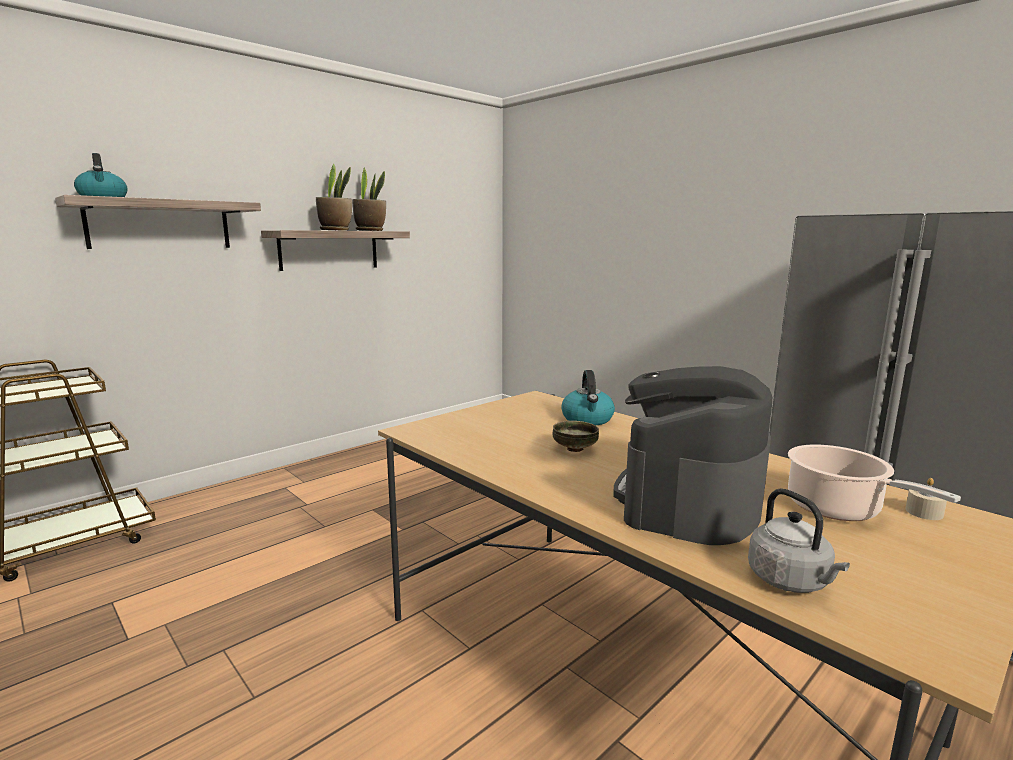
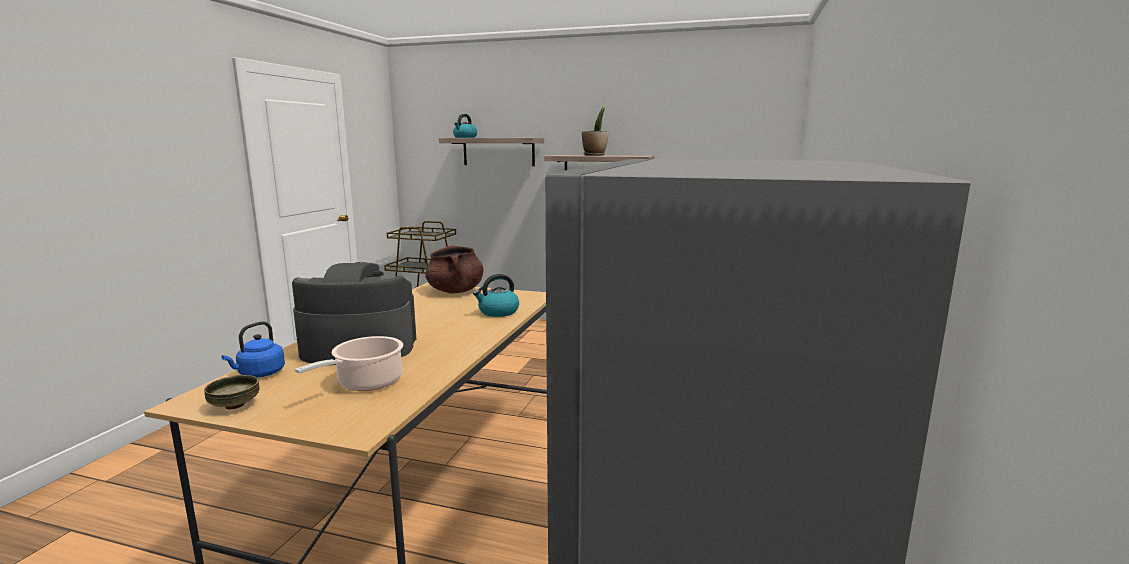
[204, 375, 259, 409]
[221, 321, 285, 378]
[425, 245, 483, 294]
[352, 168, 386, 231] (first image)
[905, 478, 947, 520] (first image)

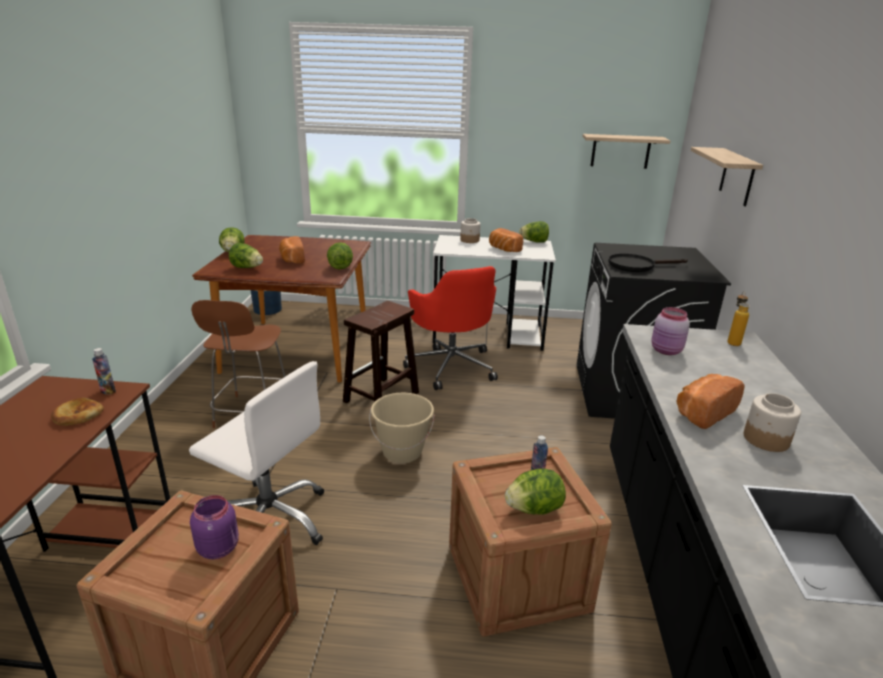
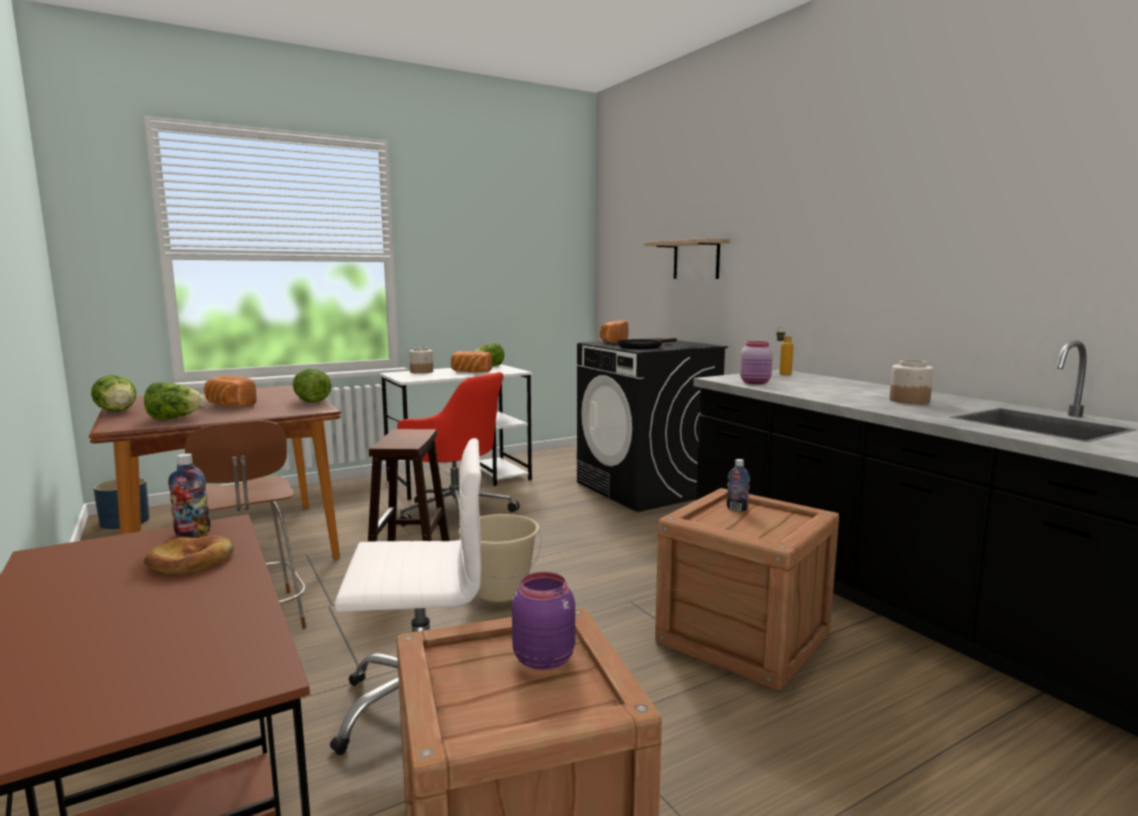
[600, 321, 628, 344]
[505, 469, 566, 515] (first image)
[583, 134, 671, 169] (first image)

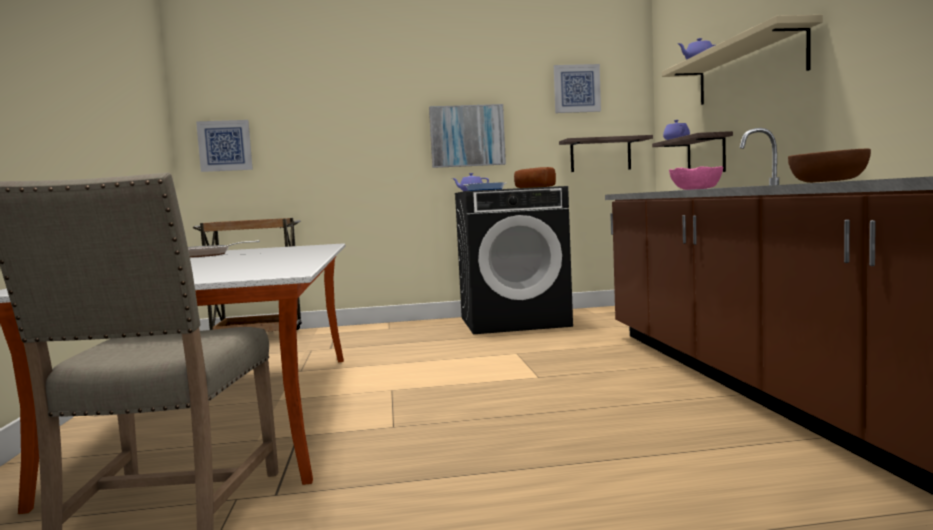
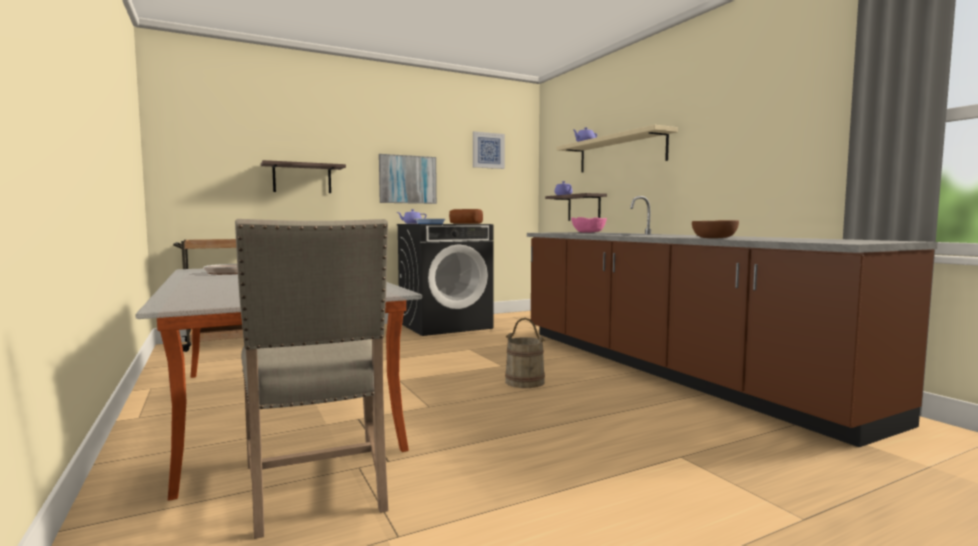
[261, 160, 346, 193]
[505, 318, 545, 388]
[196, 120, 253, 172] (first image)

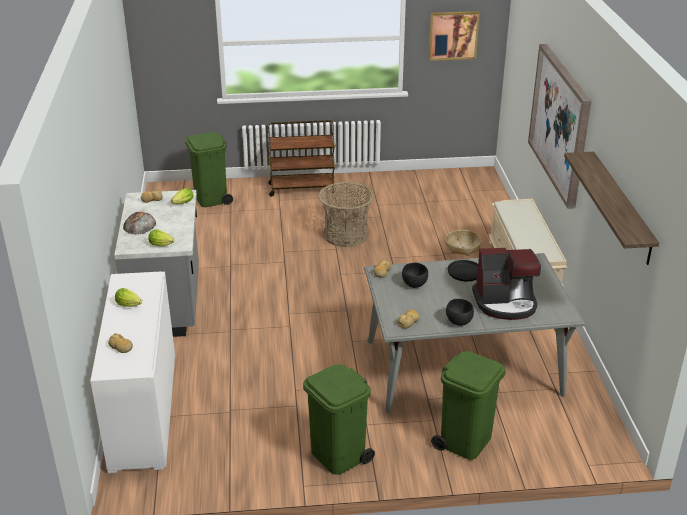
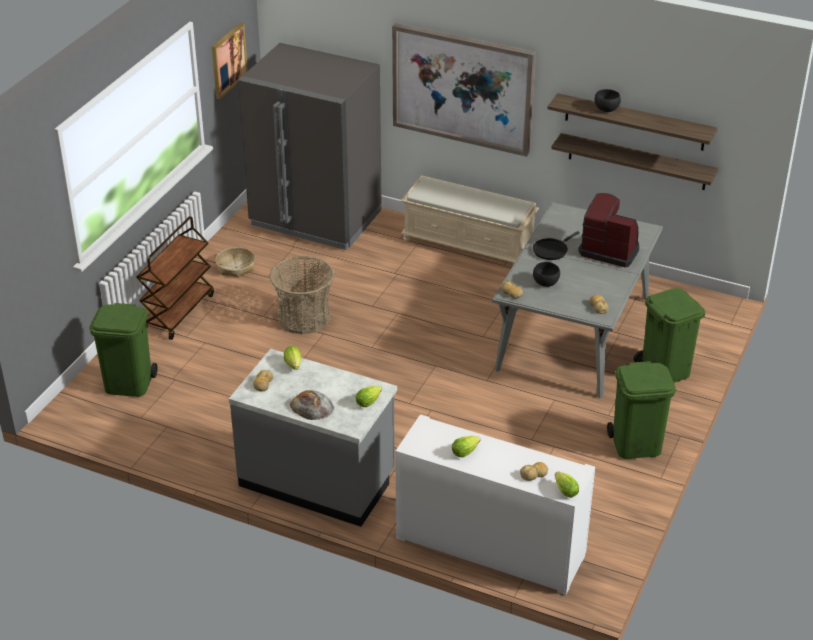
[216, 247, 255, 278]
[238, 43, 382, 250]
[551, 133, 719, 190]
[555, 472, 579, 498]
[578, 193, 639, 267]
[595, 89, 621, 112]

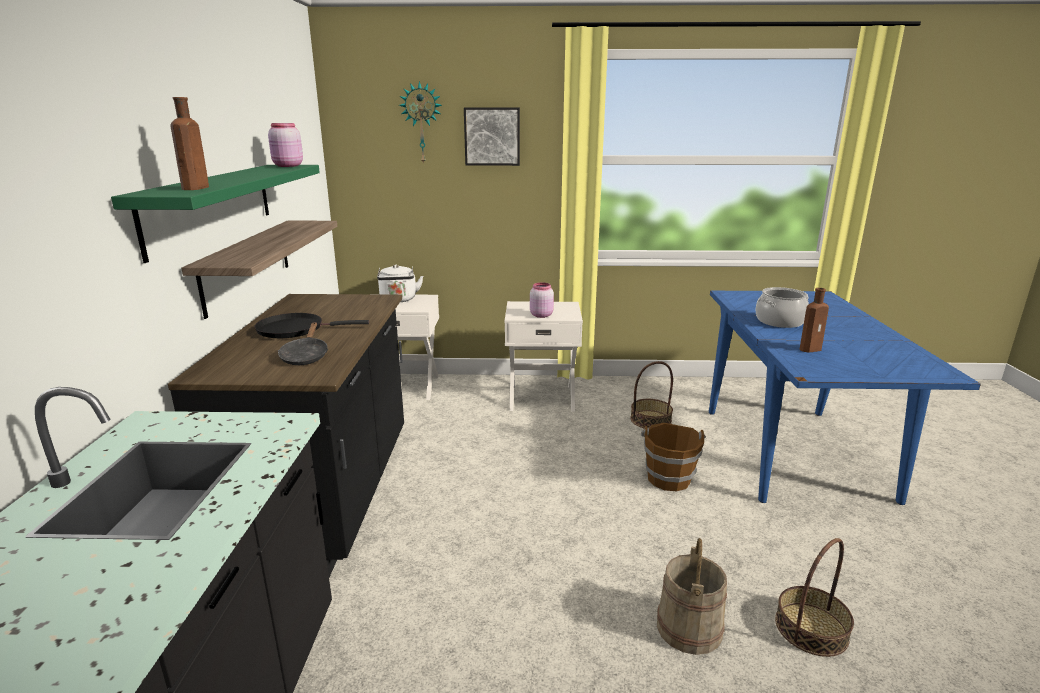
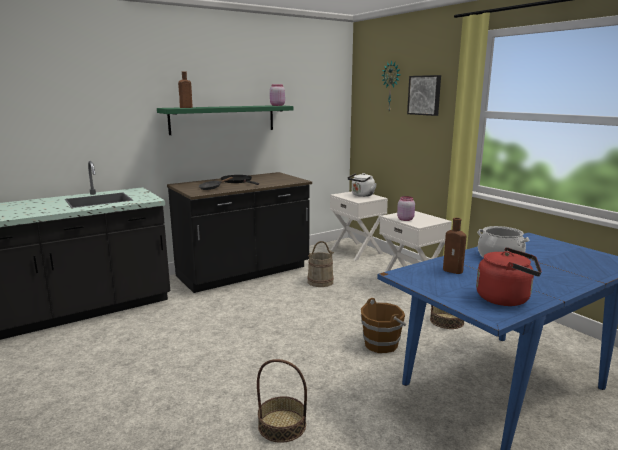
[307, 241, 334, 287]
[476, 247, 542, 306]
[181, 221, 337, 319] (first image)

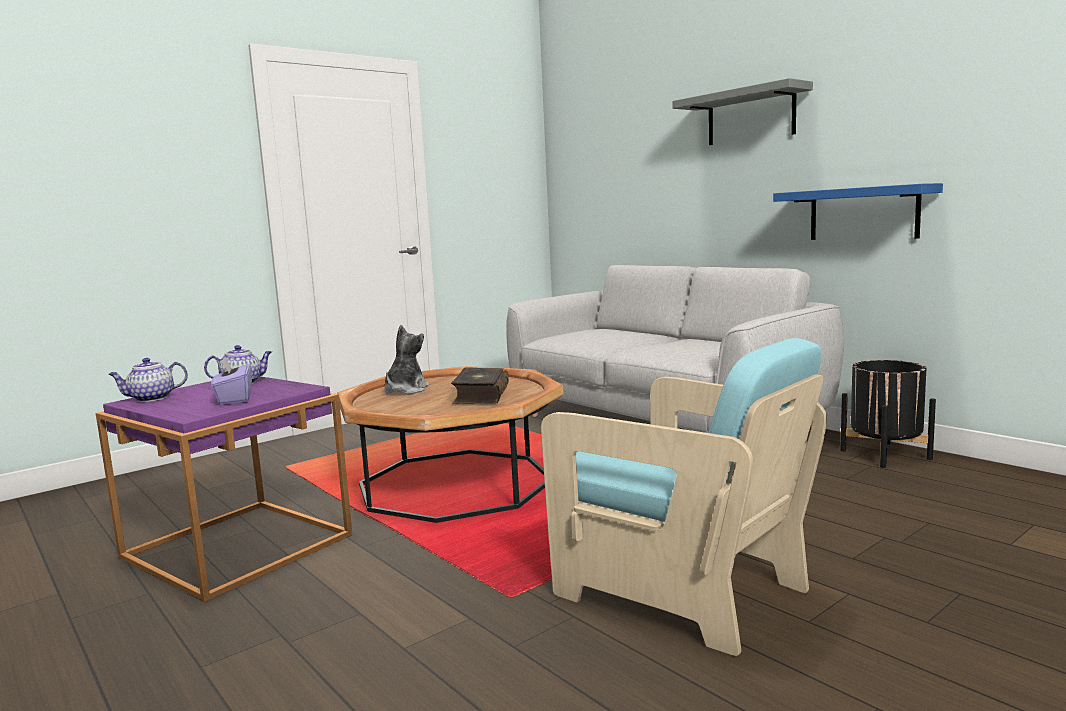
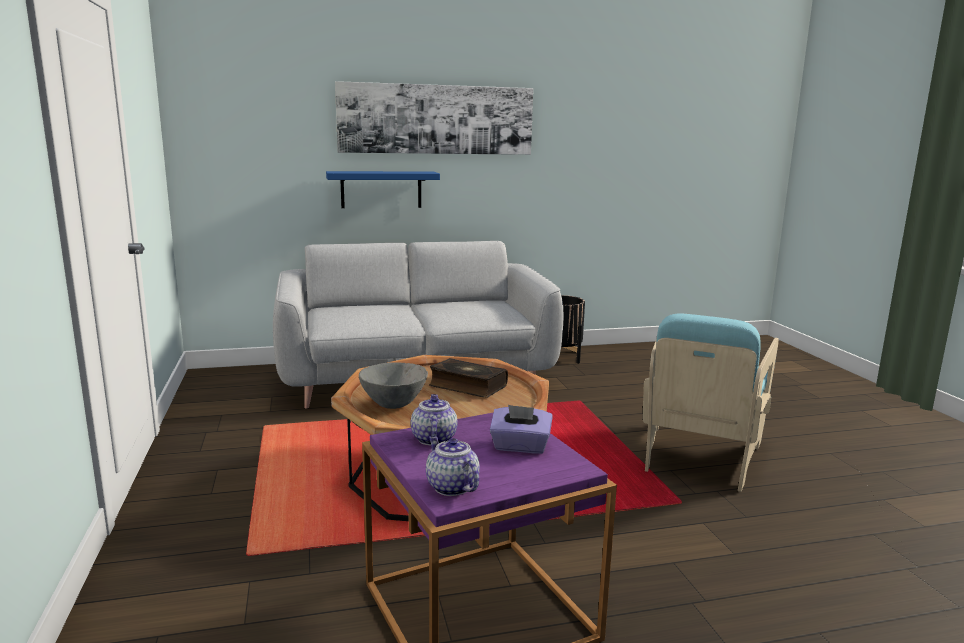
[326, 171, 440, 208]
[335, 81, 533, 155]
[359, 362, 428, 409]
[426, 436, 480, 496]
[642, 314, 779, 492]

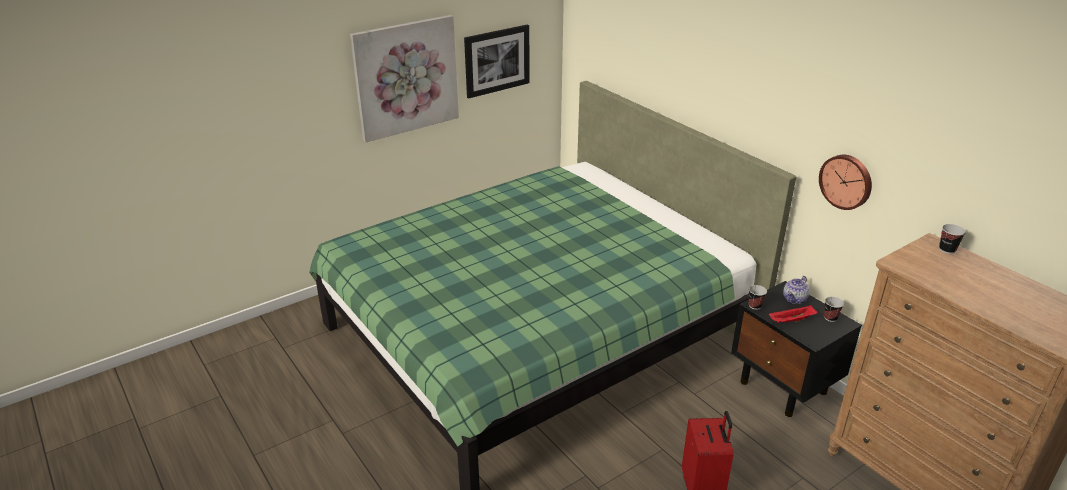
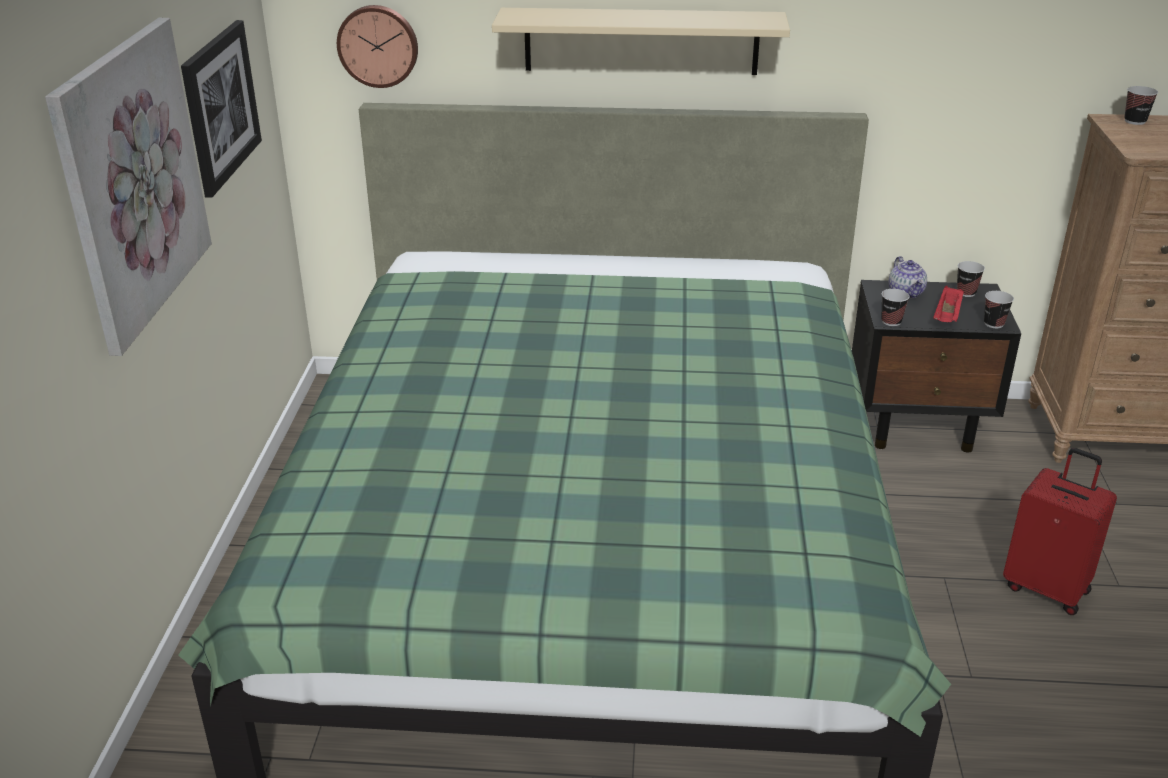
[337, 5, 418, 88]
[492, 8, 790, 75]
[984, 291, 1014, 328]

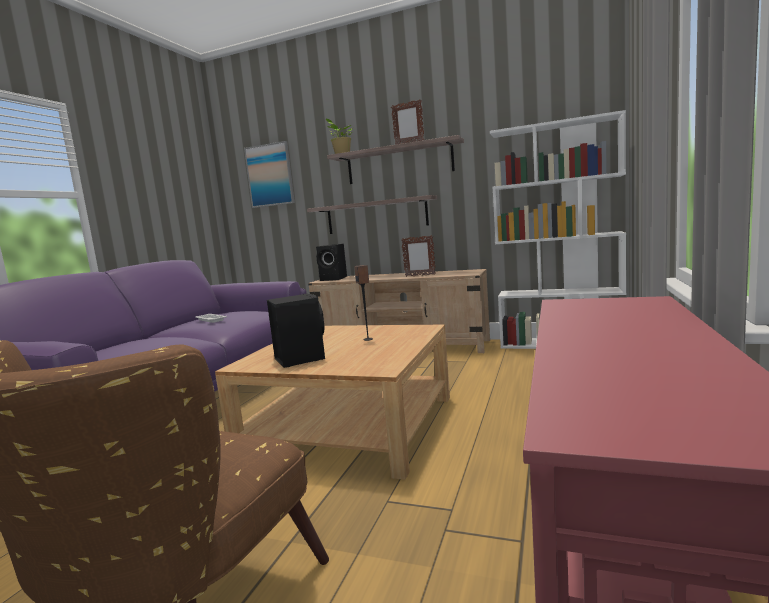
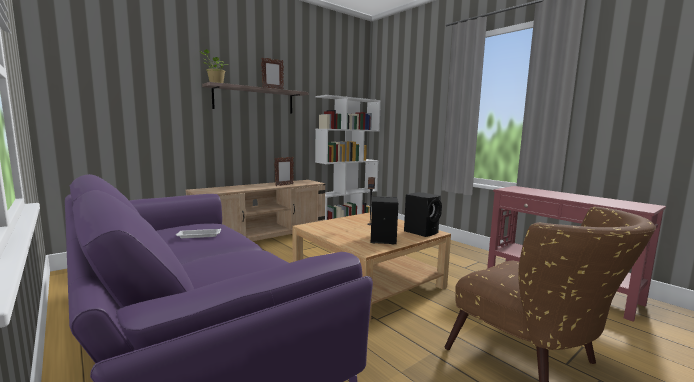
[404, 192, 442, 237]
[244, 141, 295, 208] (first image)
[307, 195, 437, 234] (first image)

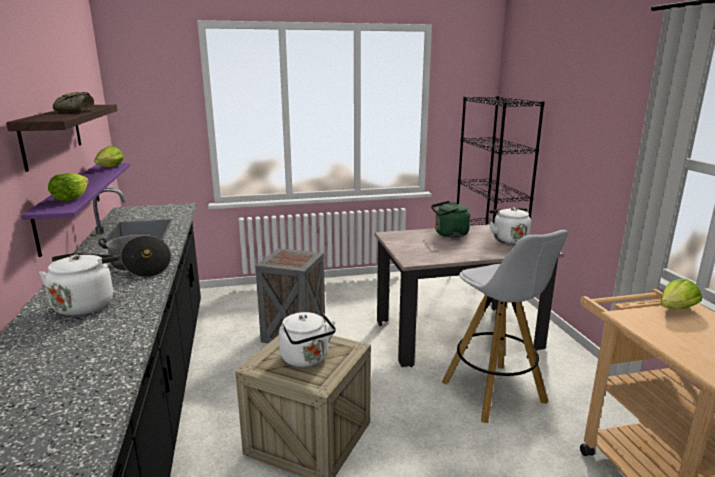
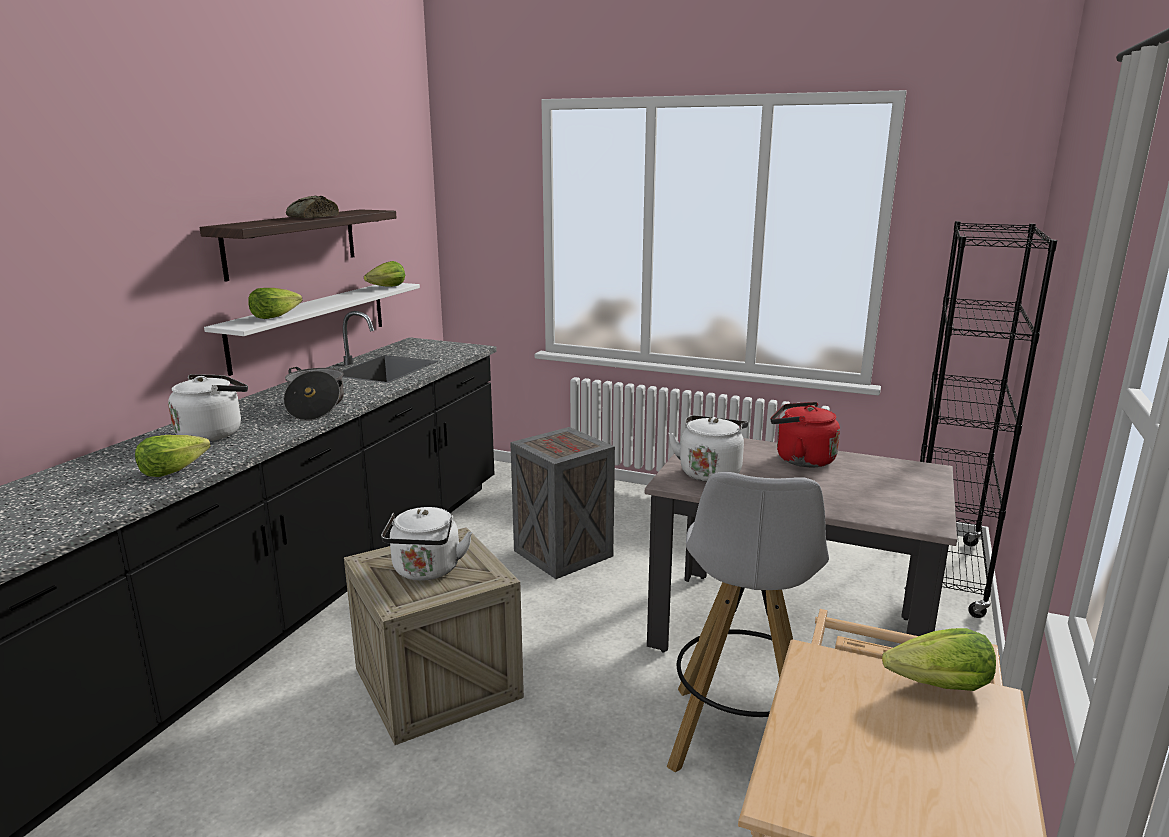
[135, 435, 211, 477]
[204, 283, 420, 376]
[668, 415, 748, 482]
[771, 402, 840, 467]

